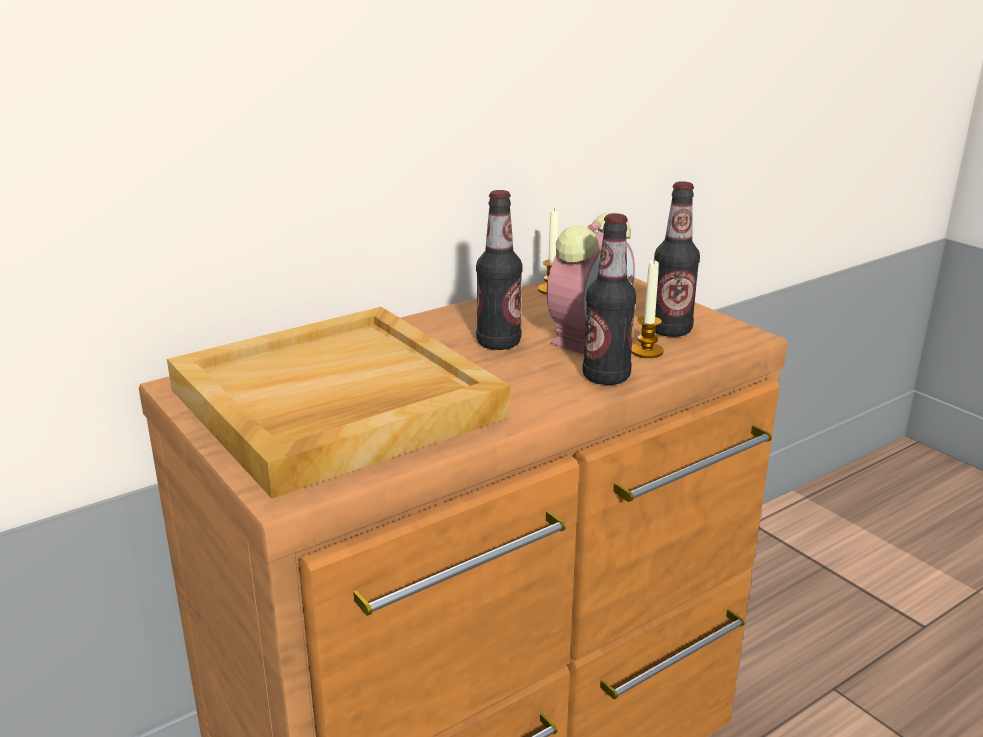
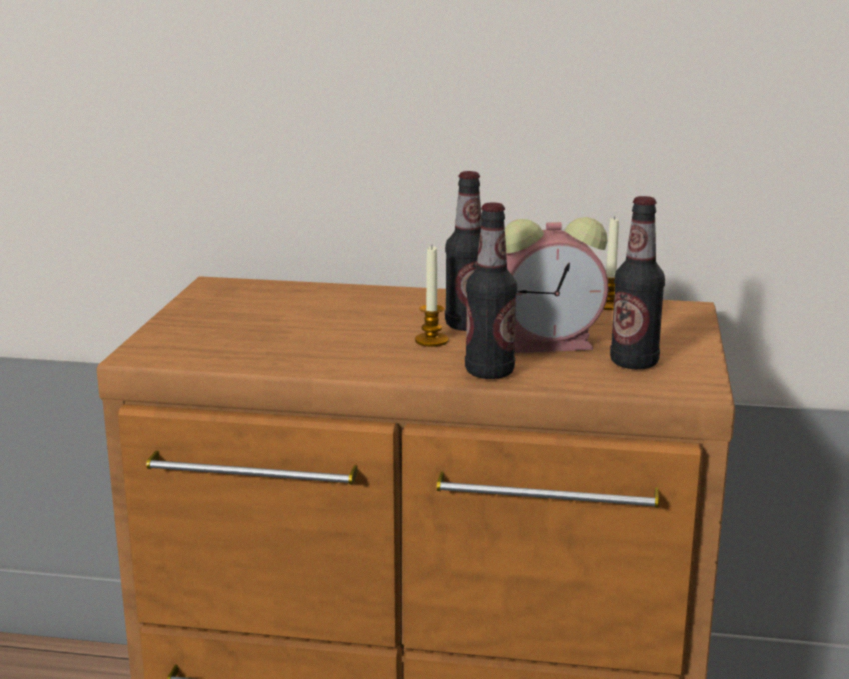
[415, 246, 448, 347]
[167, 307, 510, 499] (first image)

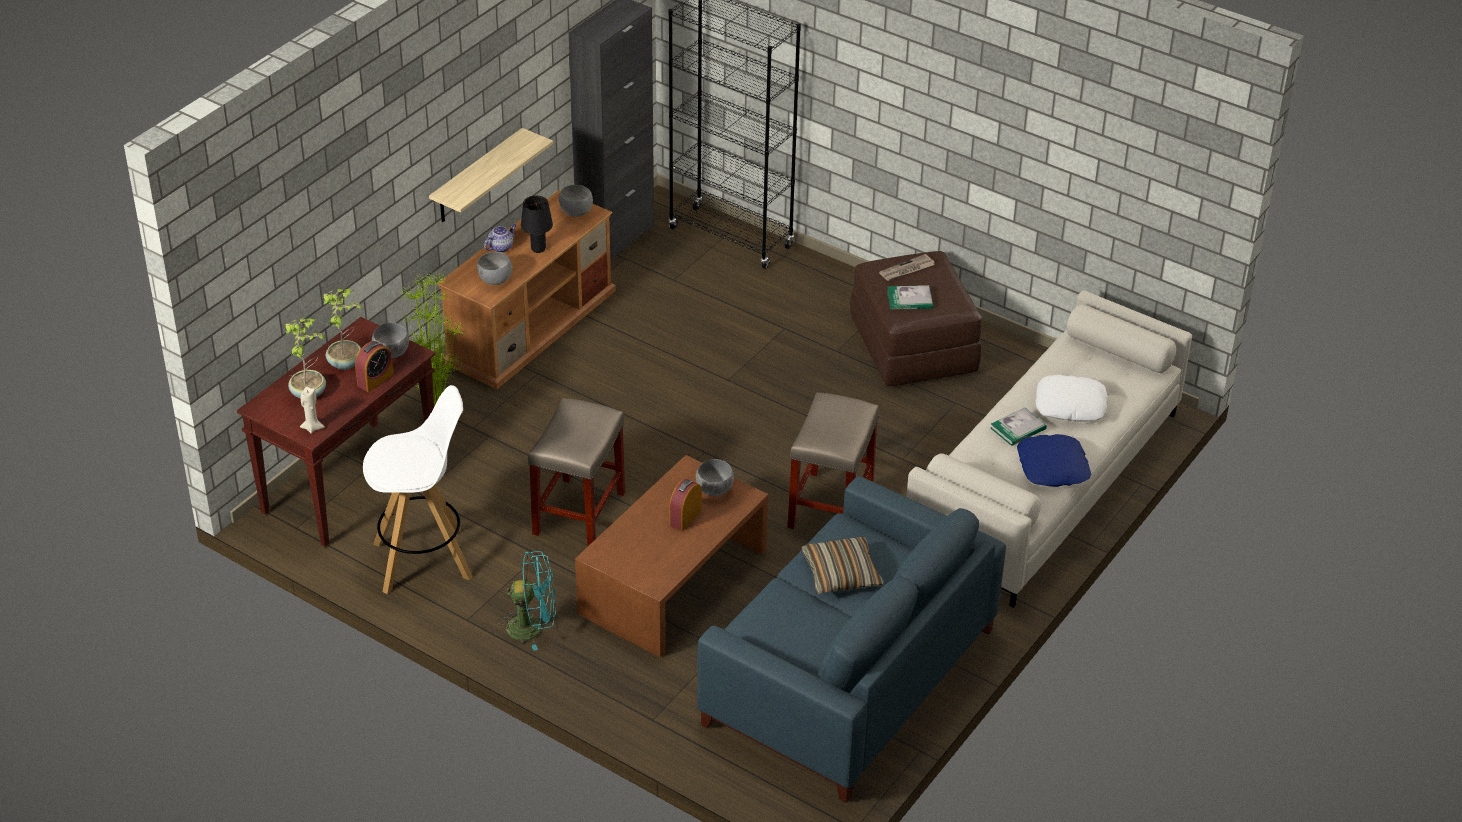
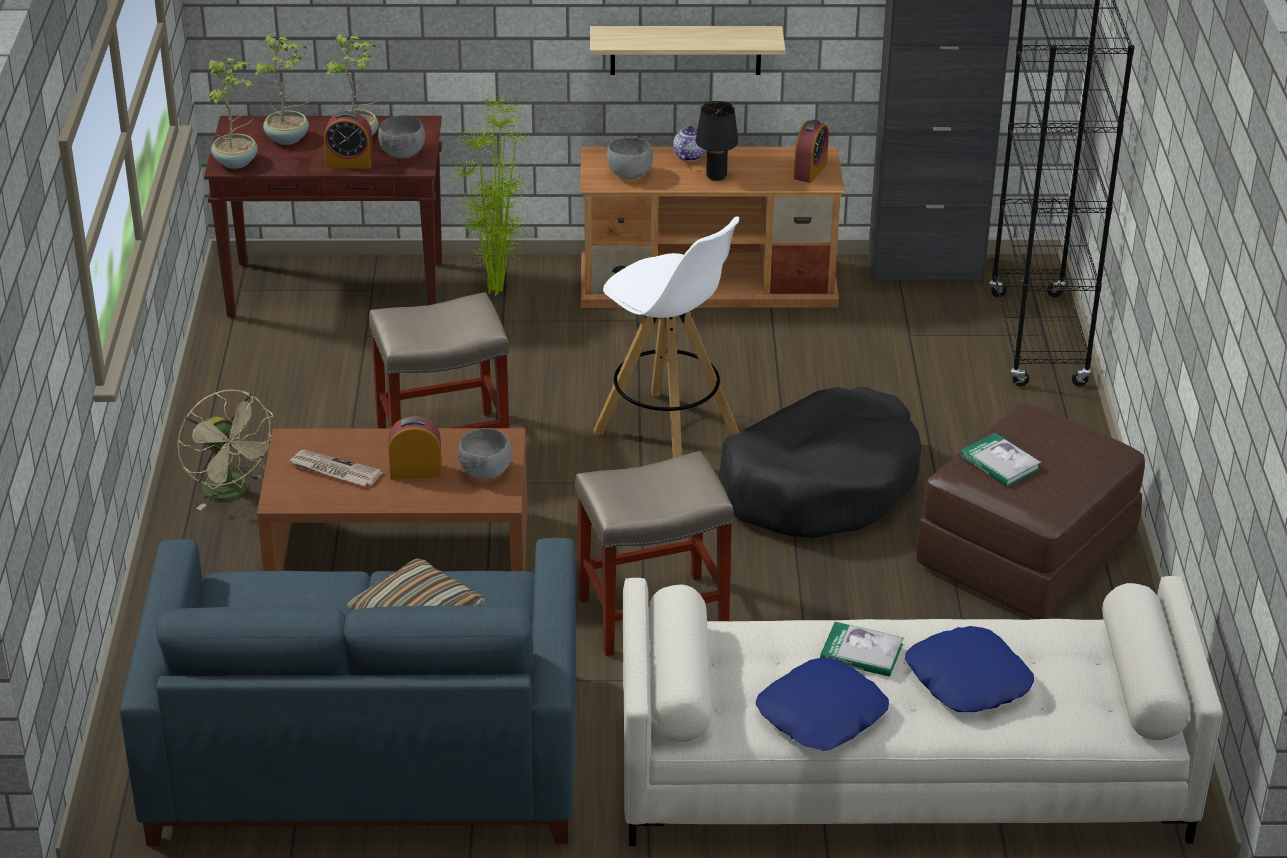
[177, 389, 273, 510]
[207, 58, 258, 169]
[289, 450, 382, 486]
[593, 217, 739, 458]
[673, 123, 706, 161]
[719, 387, 922, 538]
[794, 120, 829, 183]
[905, 626, 1034, 712]

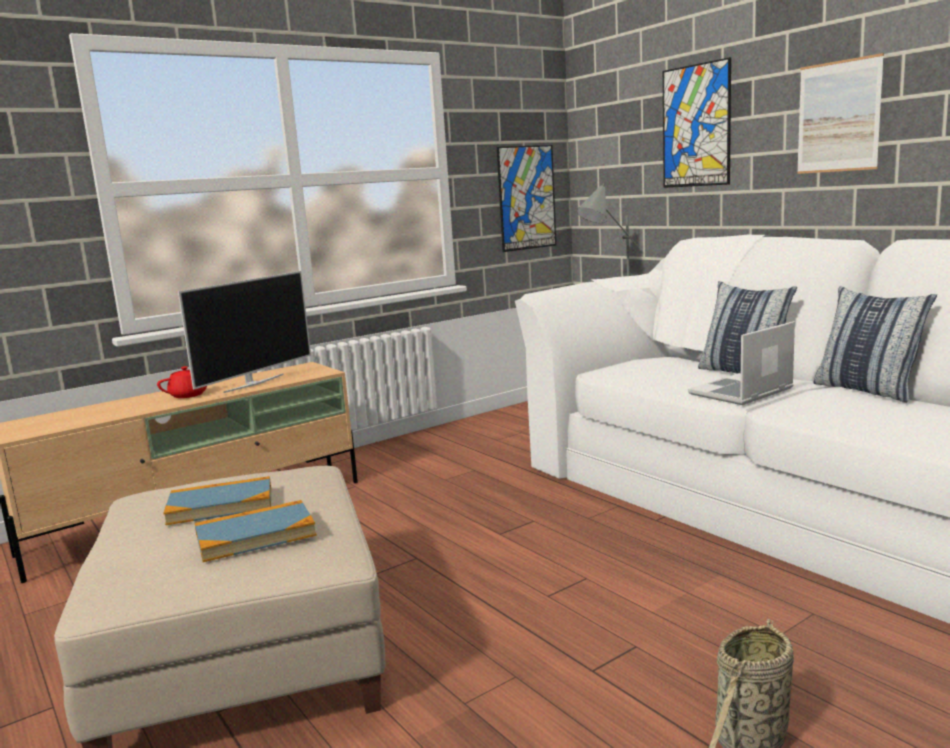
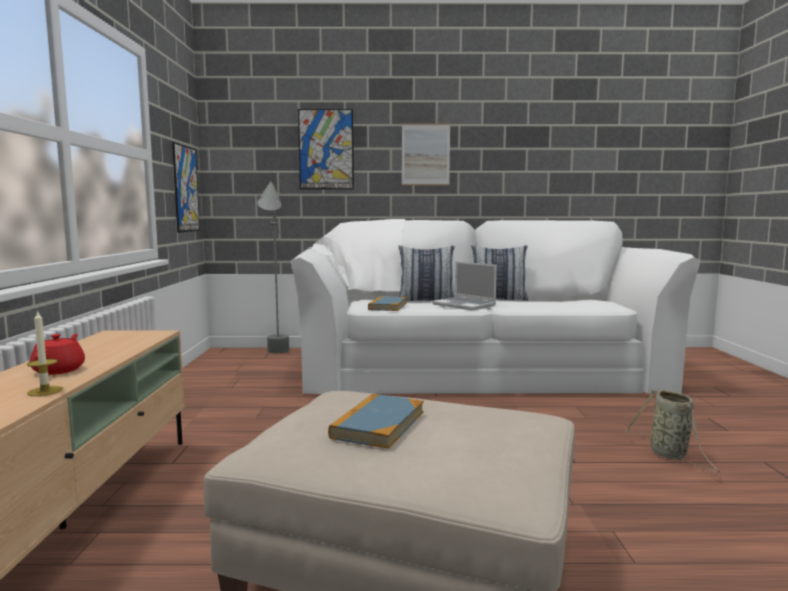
[27, 310, 63, 396]
[368, 296, 407, 311]
[432, 262, 497, 310]
[178, 271, 311, 393] (first image)

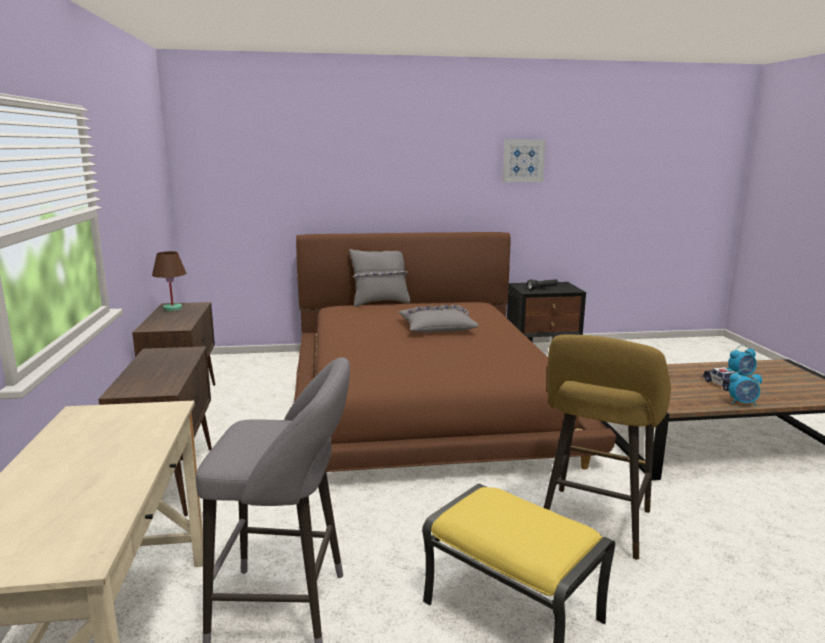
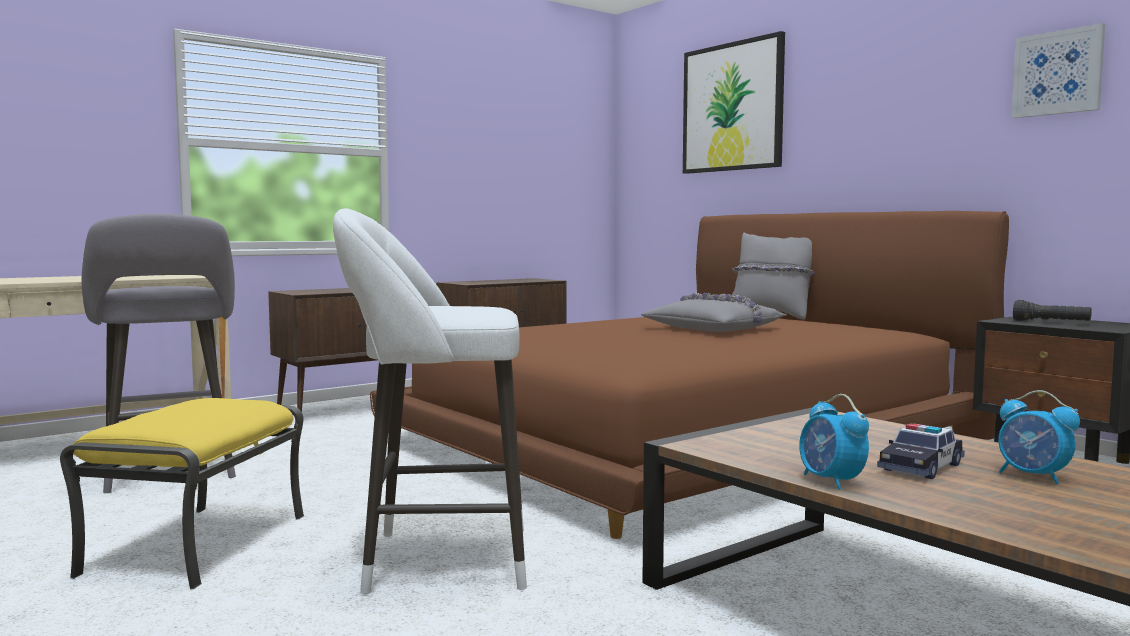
[333, 208, 527, 594]
[683, 31, 785, 174]
[152, 251, 187, 311] (first image)

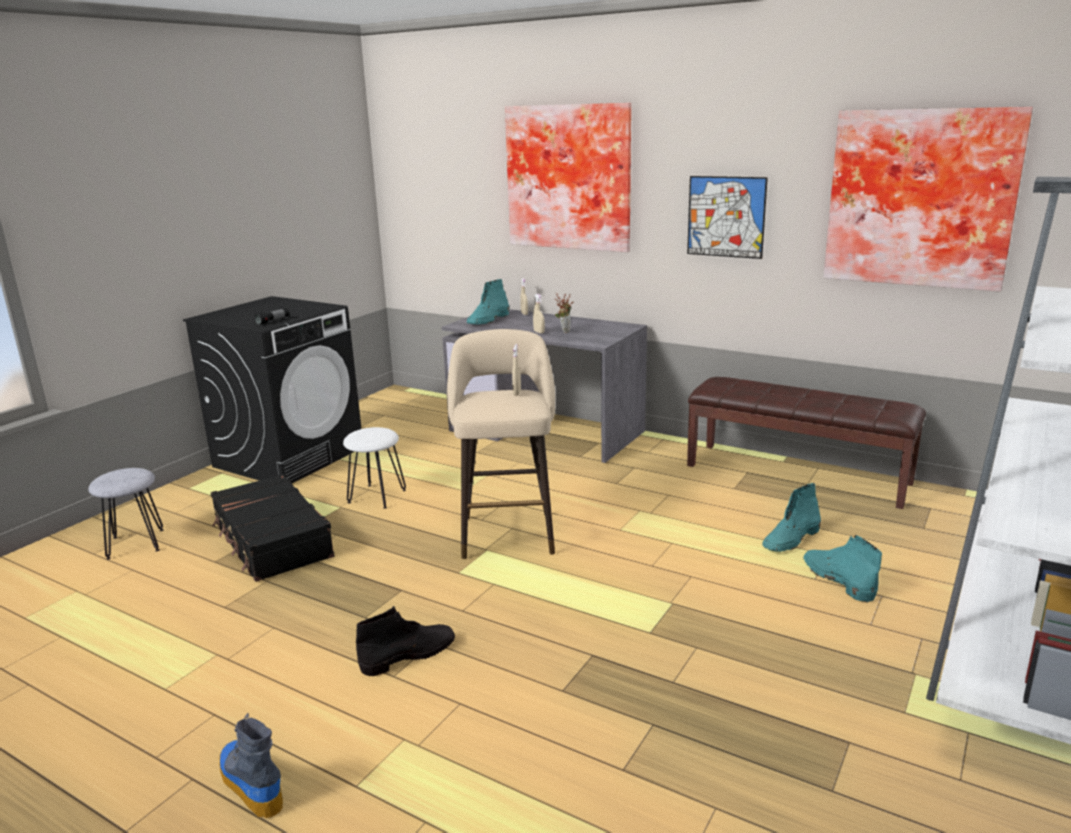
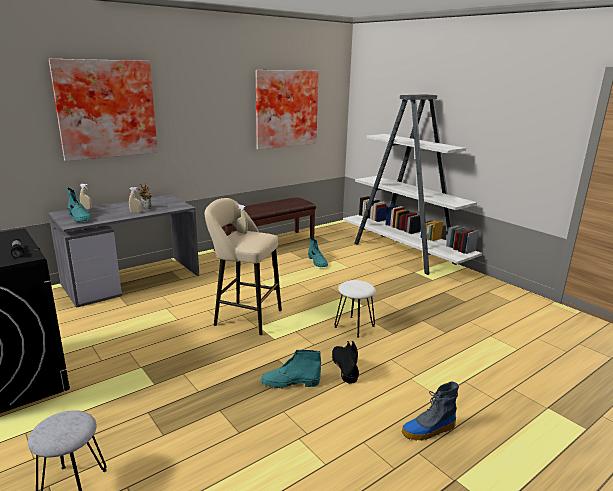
[261, 350, 321, 388]
[334, 280, 376, 338]
[211, 474, 335, 582] (first image)
[687, 176, 768, 259] (first image)

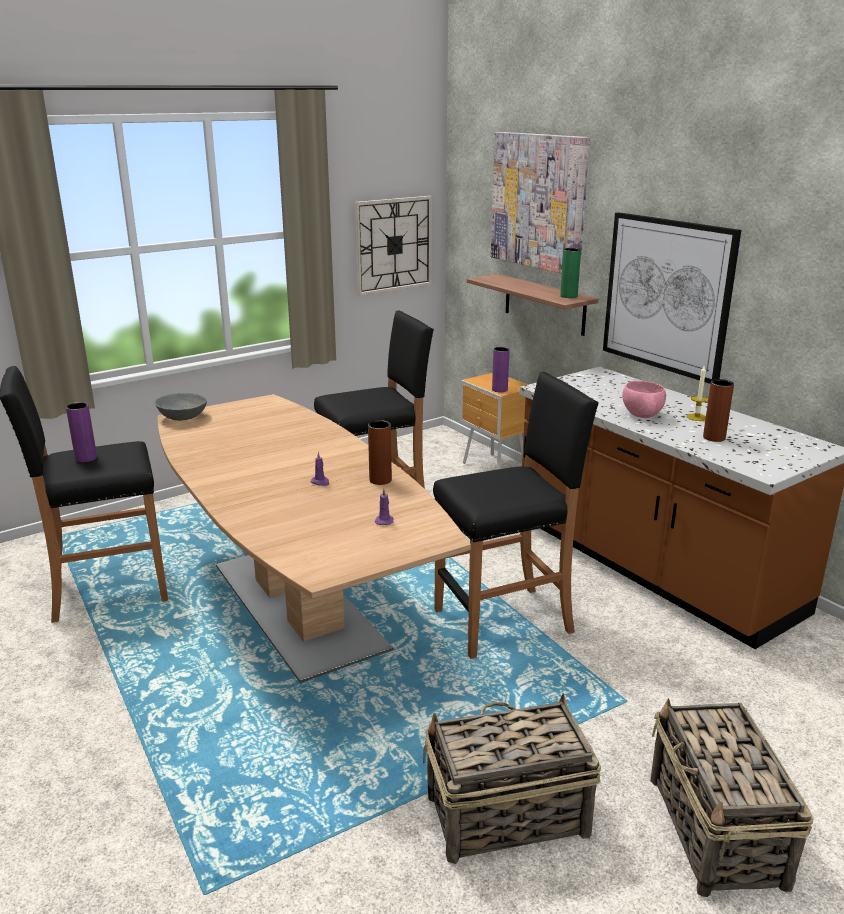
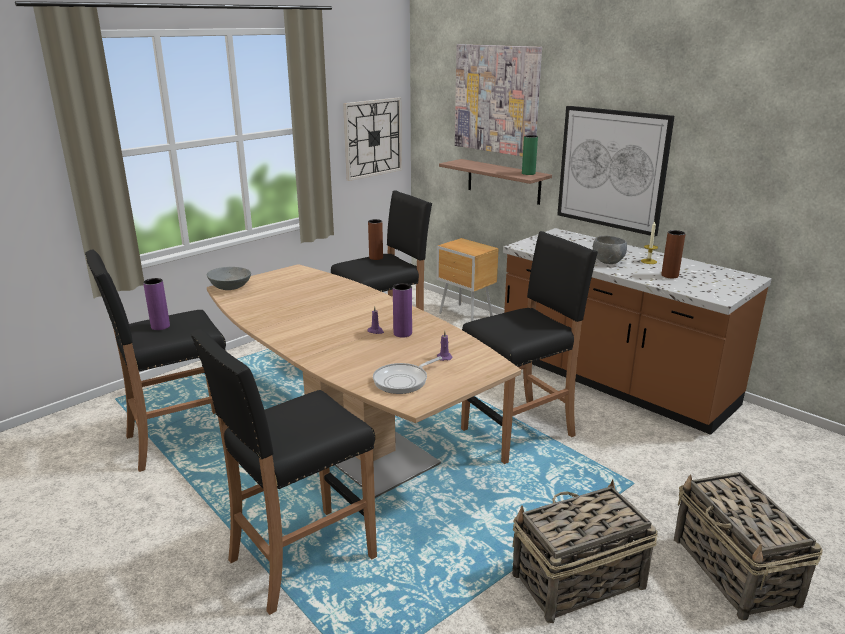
[191, 329, 377, 615]
[368, 219, 383, 260]
[373, 357, 442, 394]
[393, 283, 412, 338]
[593, 236, 627, 264]

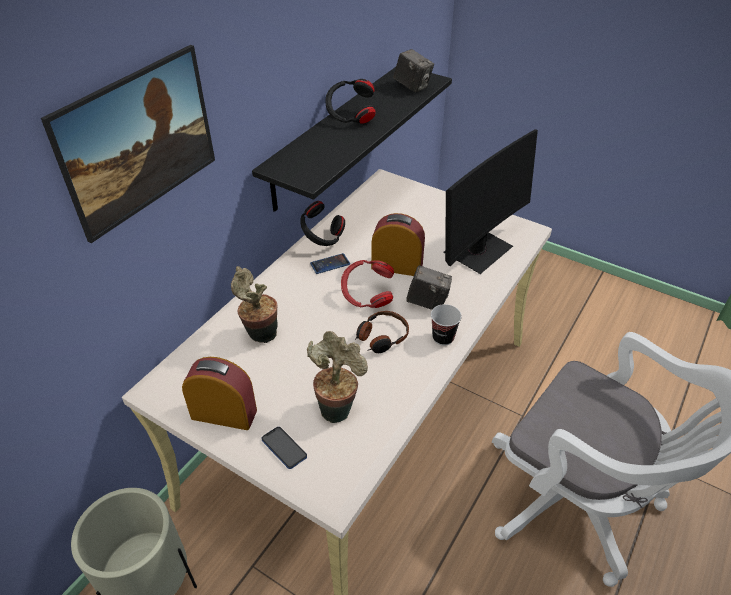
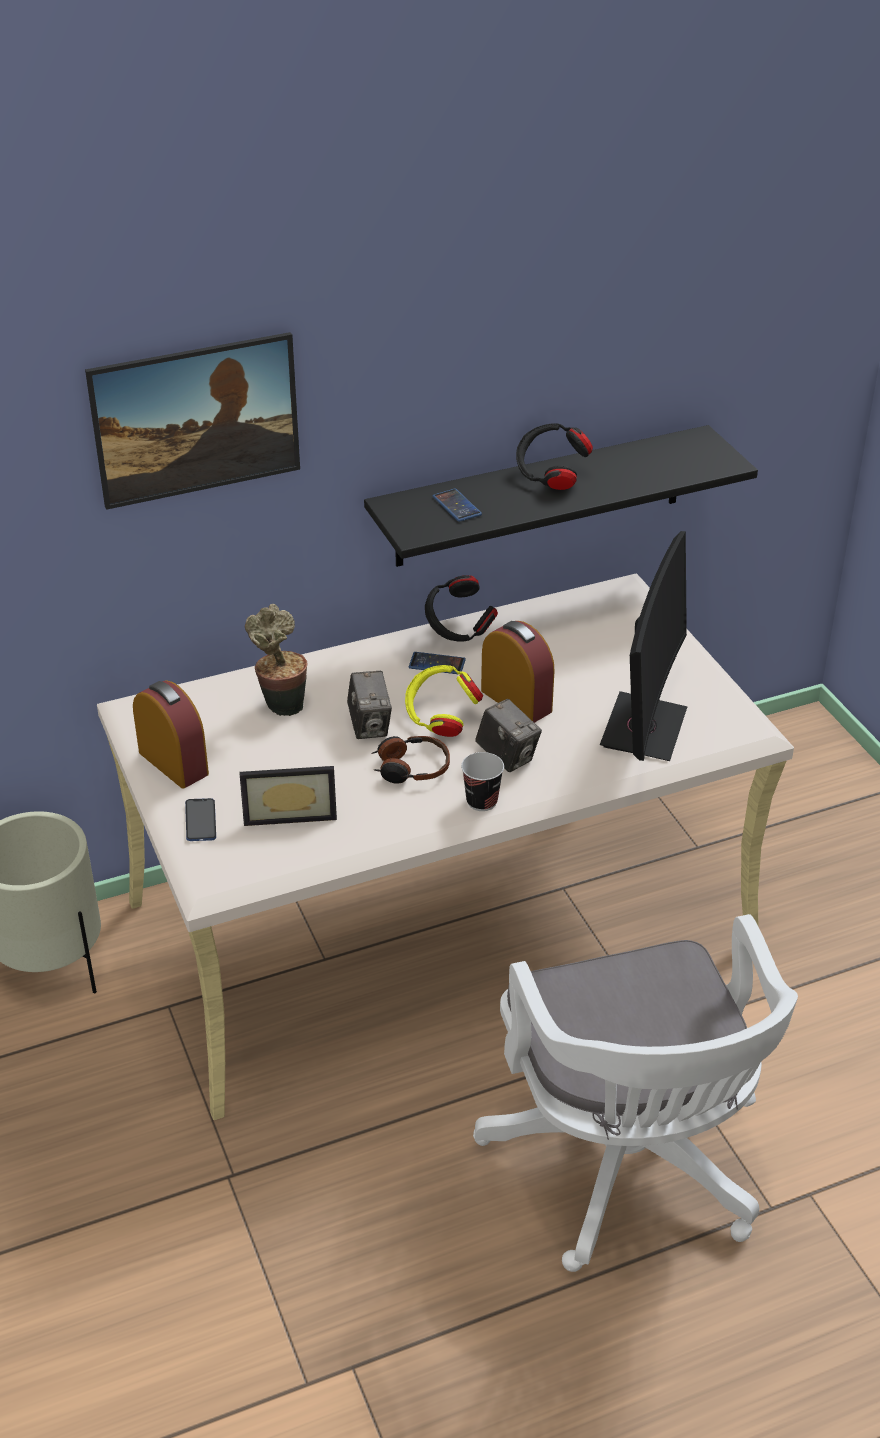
[240, 766, 337, 826]
[347, 671, 392, 739]
[405, 665, 483, 737]
[432, 489, 482, 522]
[600, 531, 688, 761]

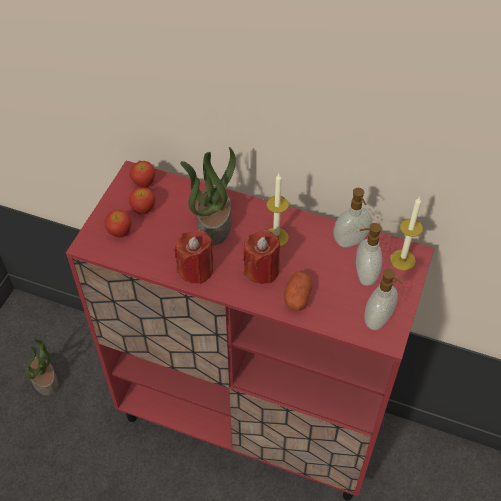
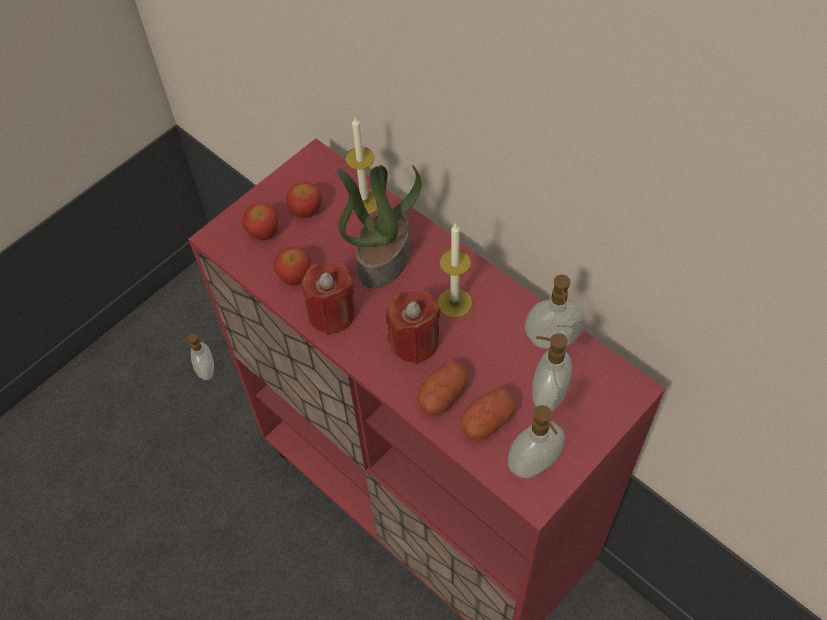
[181, 334, 214, 380]
[274, 247, 311, 286]
[345, 117, 377, 214]
[460, 388, 516, 441]

